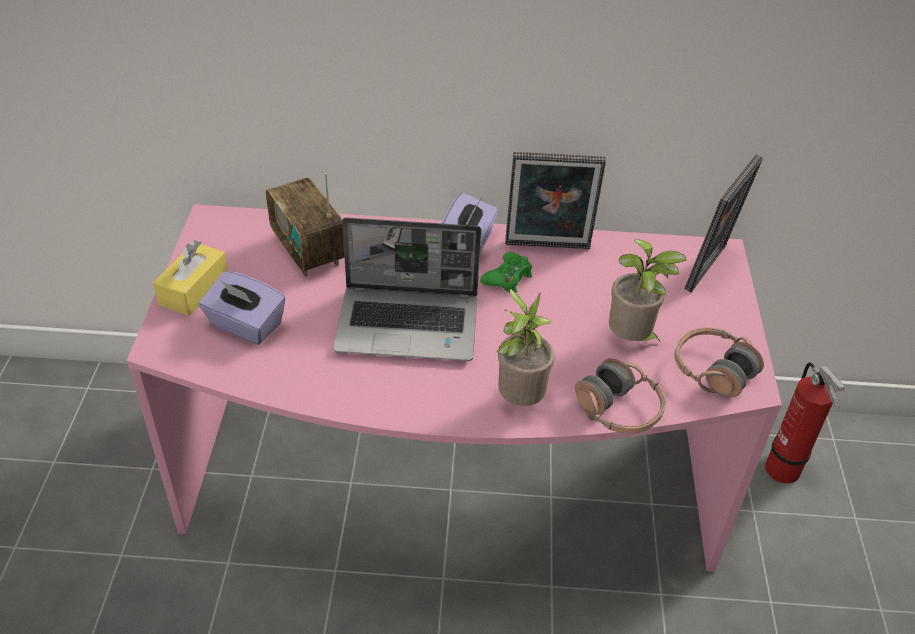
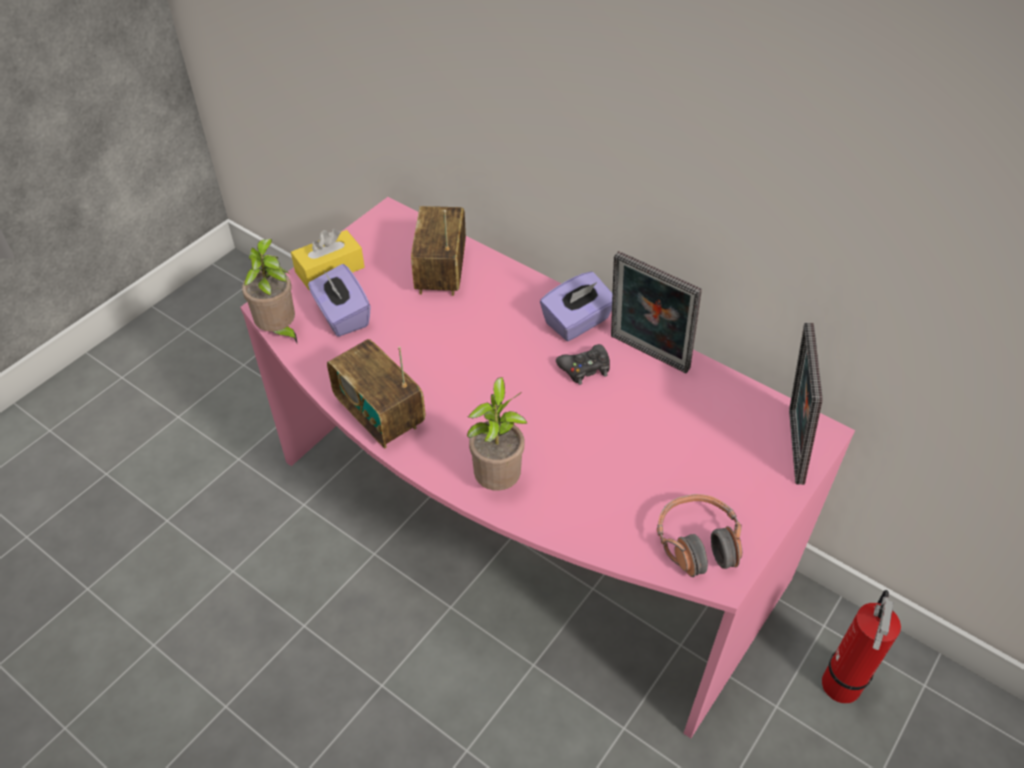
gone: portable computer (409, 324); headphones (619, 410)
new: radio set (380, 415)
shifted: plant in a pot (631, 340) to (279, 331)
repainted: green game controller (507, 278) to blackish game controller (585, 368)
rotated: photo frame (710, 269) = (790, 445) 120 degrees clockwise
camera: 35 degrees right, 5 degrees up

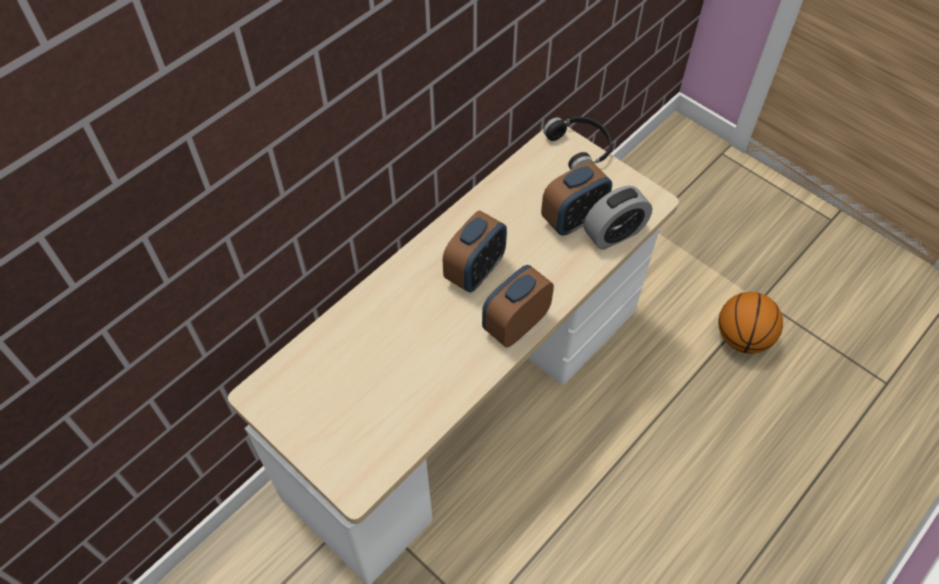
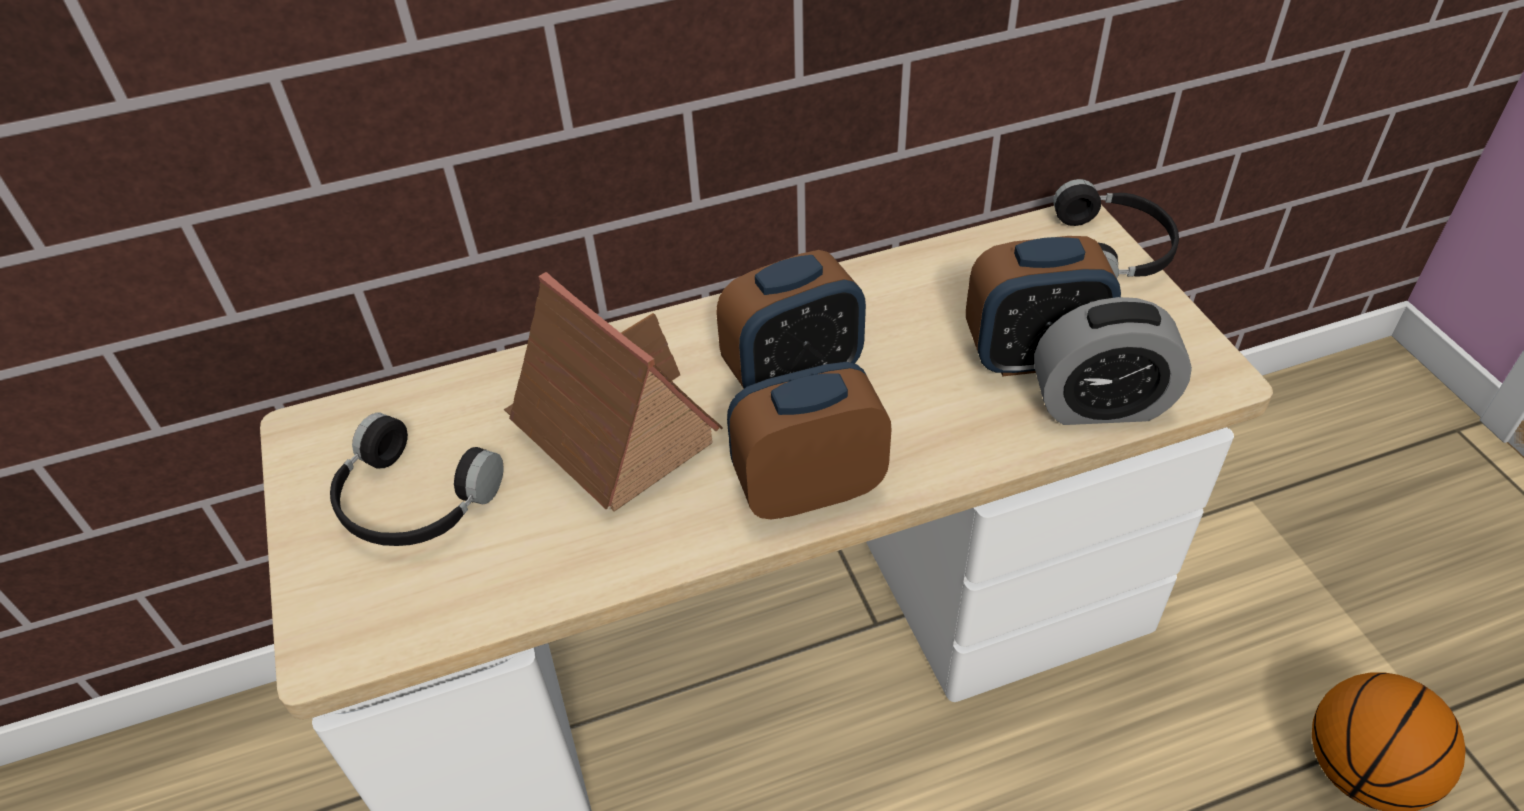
new: blackish headphones (412, 503); toy house (610, 429)
camera: 30 degrees right, 10 degrees down

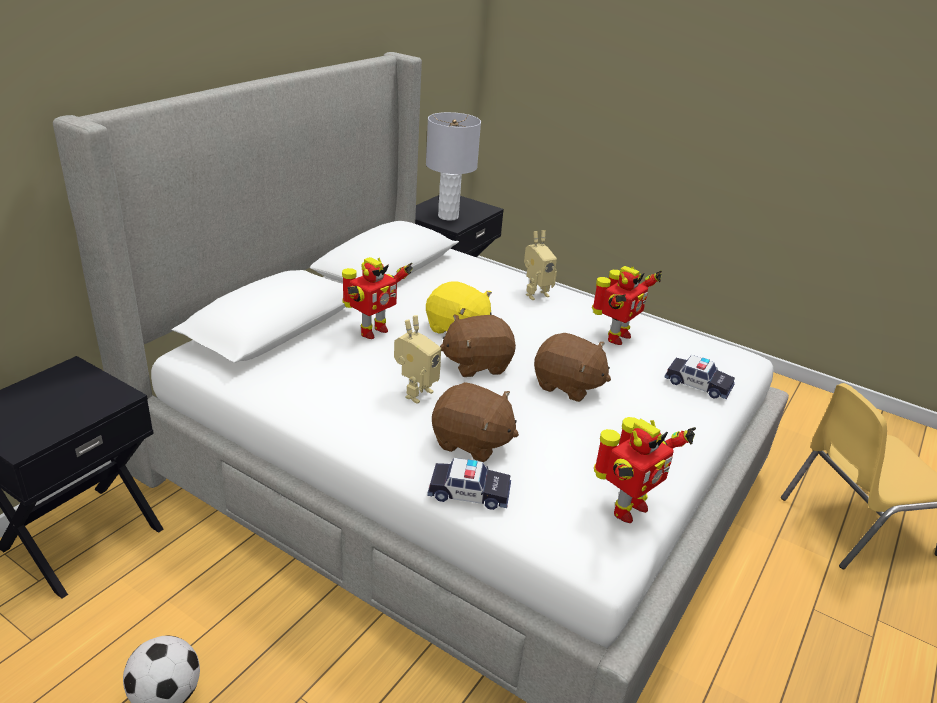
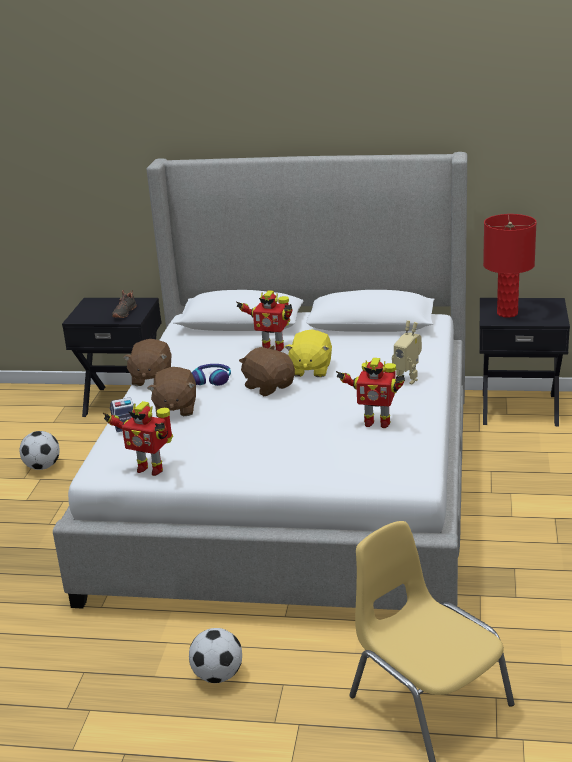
gone: model car (698, 384)
new: blackish item of footwear (123, 313); football ball (218, 675)
shifted: brownish soft toy (567, 386) to (151, 378)
swapped: toy robot (415, 393) to headphones (212, 379)
repainted: greyish table lamp (448, 216) to red-coloured table lamp (507, 313)
camera: 70 degrees right, 5 degrees down

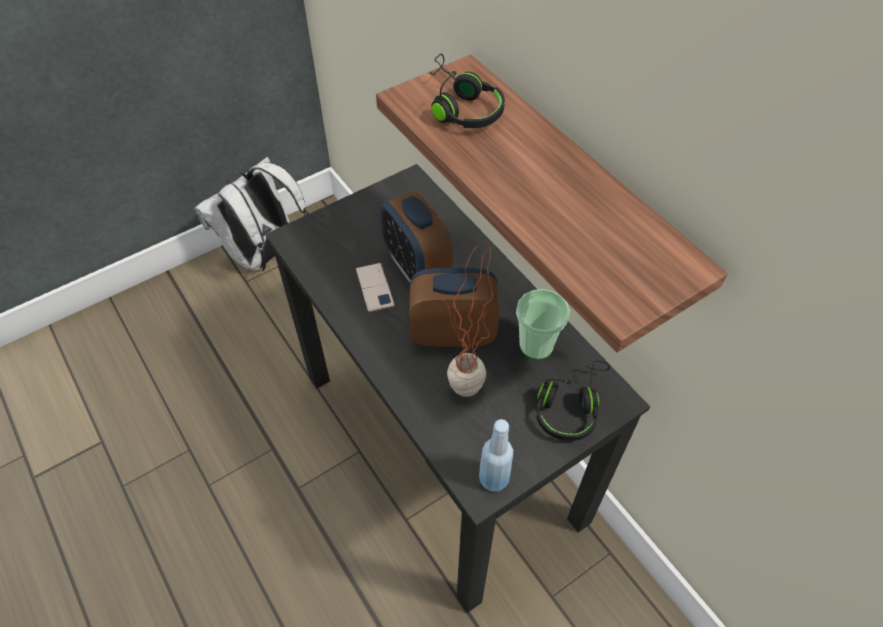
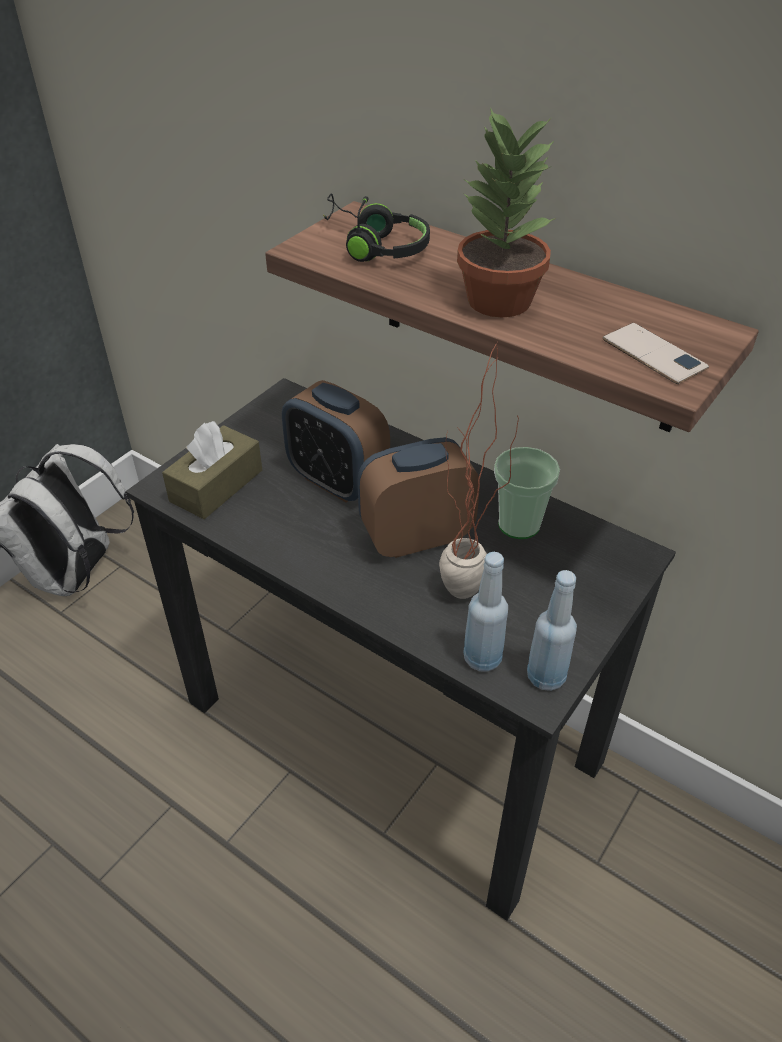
gone: blackish headphones (570, 406)
new: brownish tissue holder (216, 485); plant in a pot (497, 300); blue-coloured bottle (482, 658)
shifted: phone (375, 287) to (654, 354)
camera: 20 degrees left, 10 degrees down

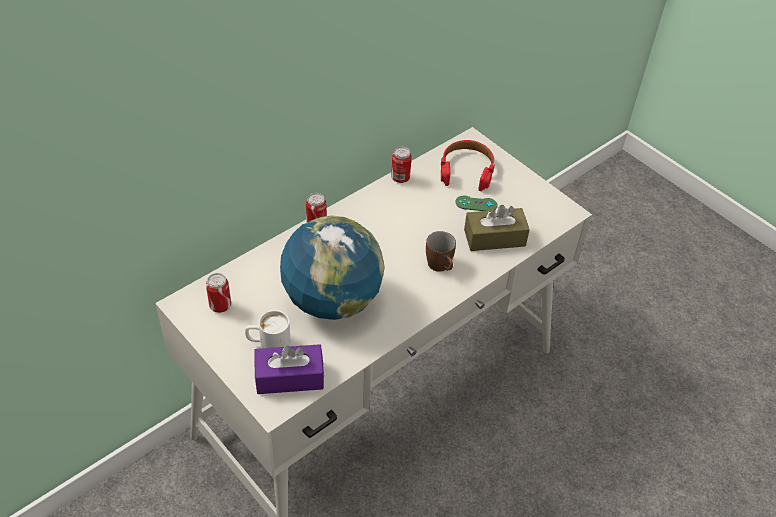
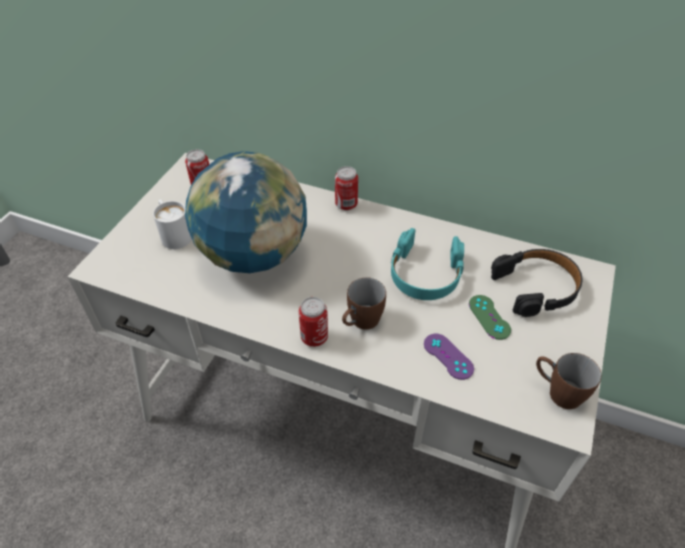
gone: purple-coloured tissue holder (289, 377)
new: turquoise headphones (425, 274); brownish tea mug (557, 392)
shifted: metal can (400, 178) to (314, 337)
swapped: brownish tissue holder (494, 238) to purple-coloured game controller (448, 356)
repainted: red-coloured headphones (466, 170) to blackish headphones (536, 287)
camera: 65 degrees right, 0 degrees up

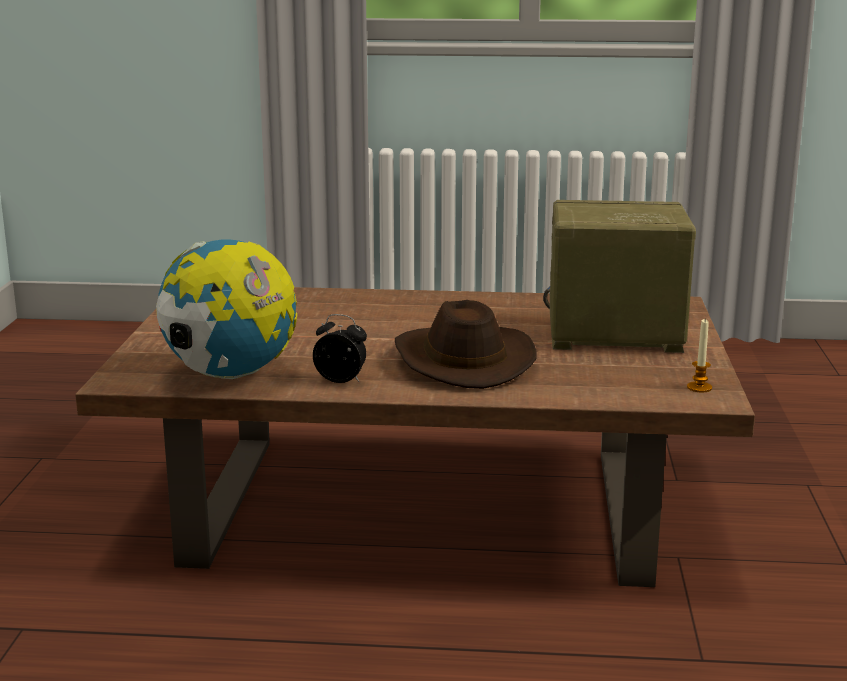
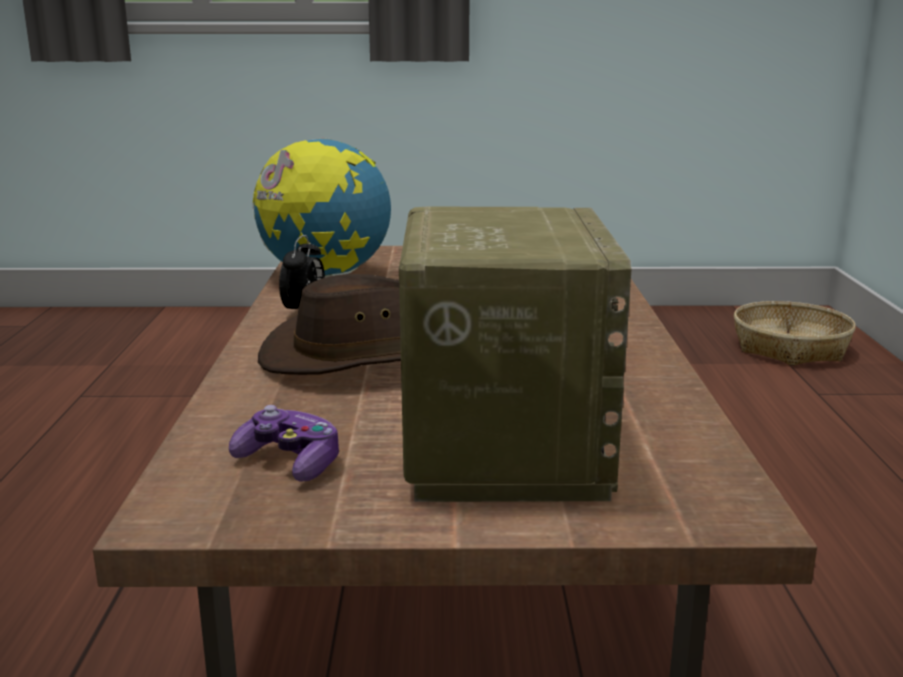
gone: wax light (699, 388)
new: game controller (290, 462); storage basket (790, 348)
camera: 85 degrees right, 0 degrees up

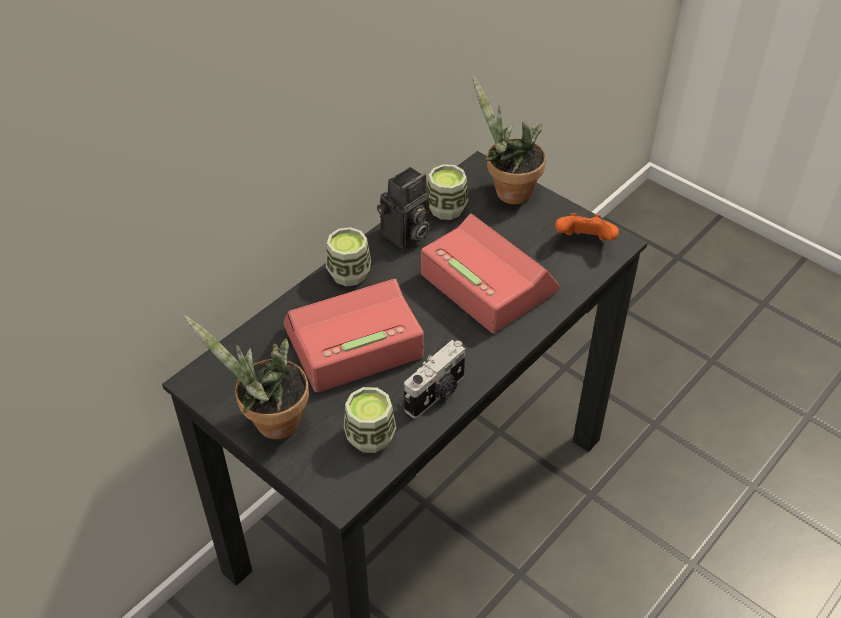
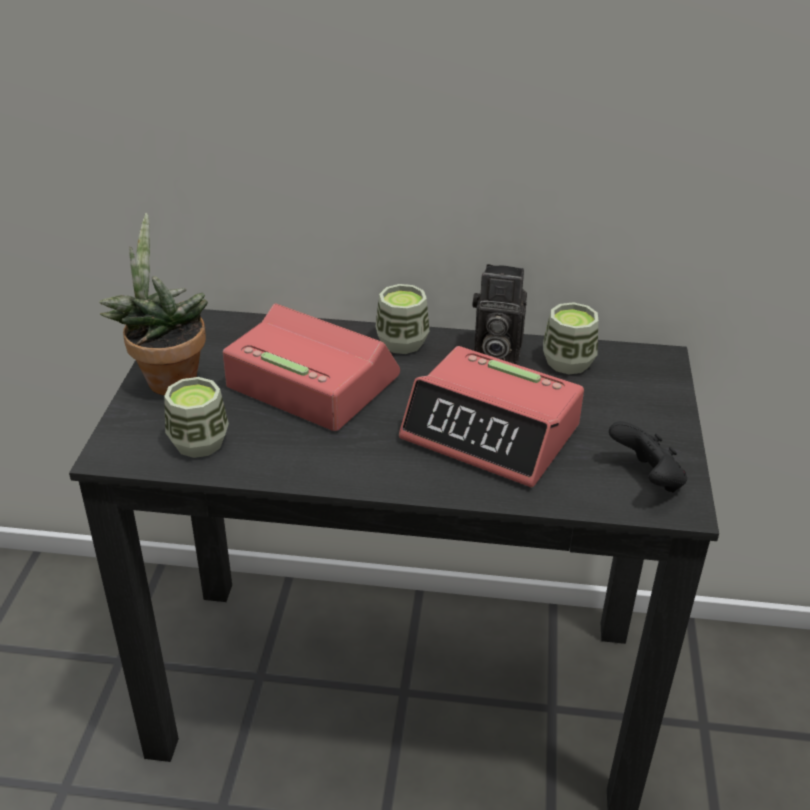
gone: still camera (437, 394); plant in a pot (507, 192)
repainted: orangey game controller (584, 242) to blackish game controller (647, 479)
rotated: bedside clock (487, 283) = (492, 433) 105 degrees clockwise
camera: 55 degrees right, 10 degrees down

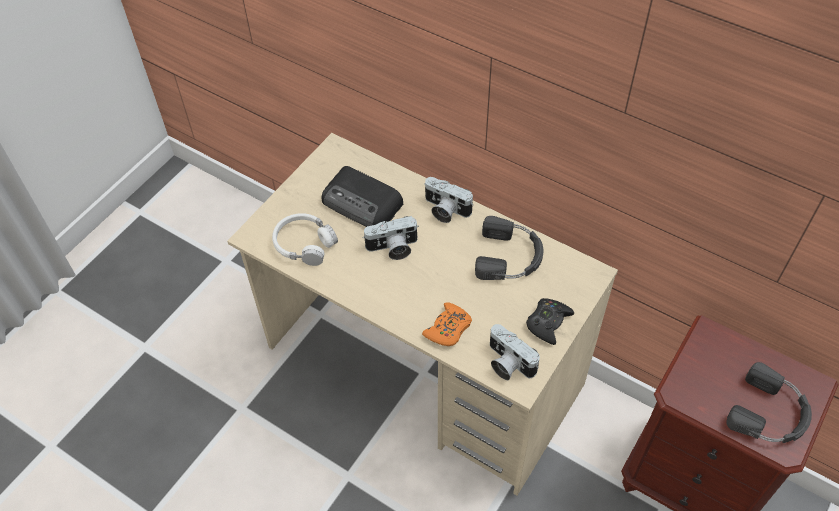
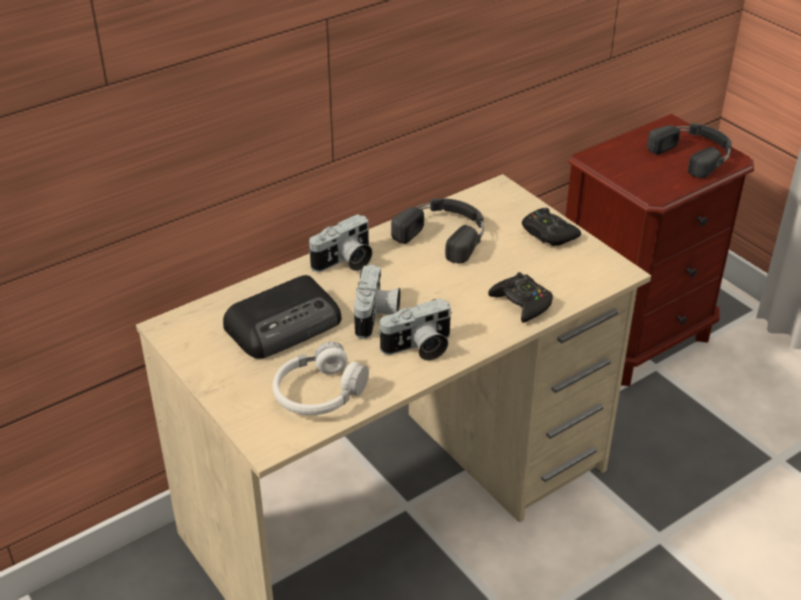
shifted: still camera (507, 363) to (419, 348)
repainted: orangey game controller (448, 329) to blackish game controller (521, 303)
camera: 70 degrees left, 15 degrees down

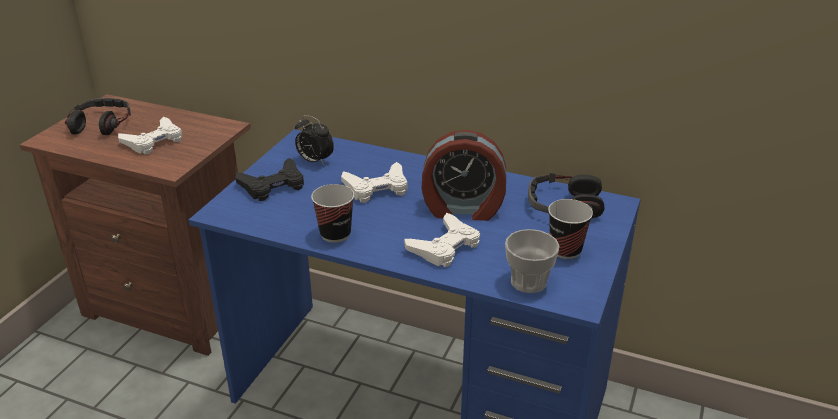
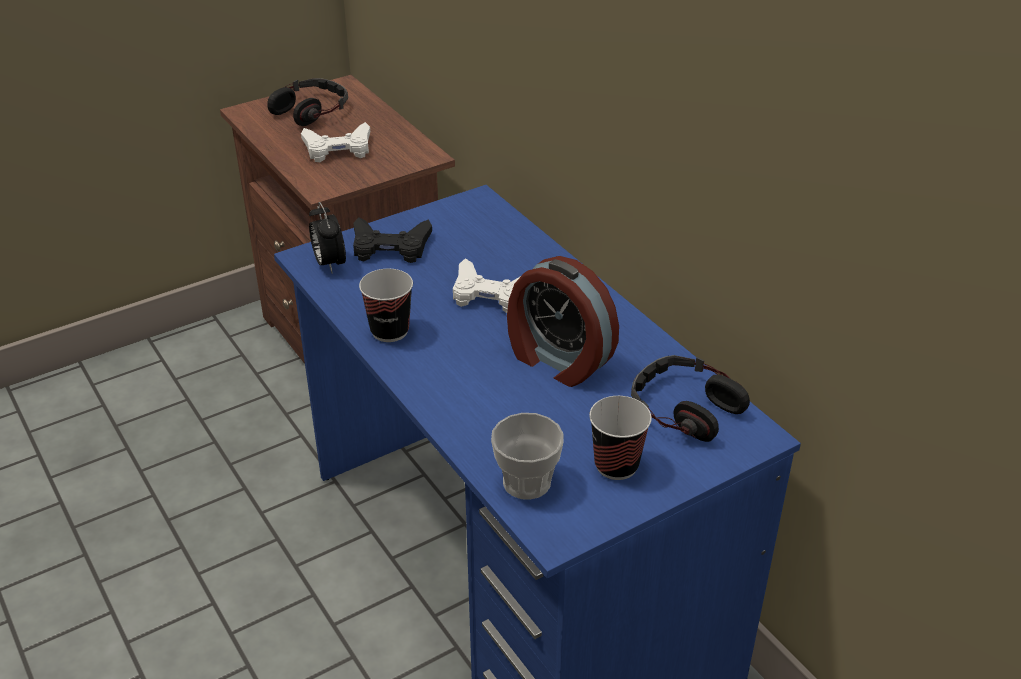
gone: whitish game controller (445, 247)
shifted: bedside clock (314, 161) to (329, 263)
camera: 35 degrees right, 5 degrees up

